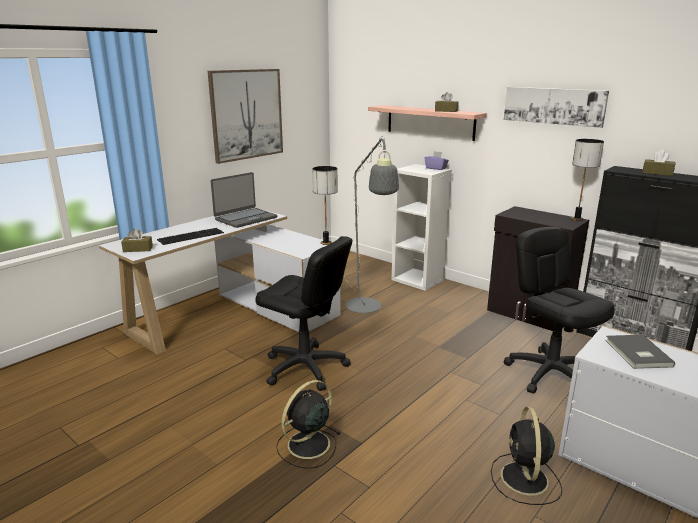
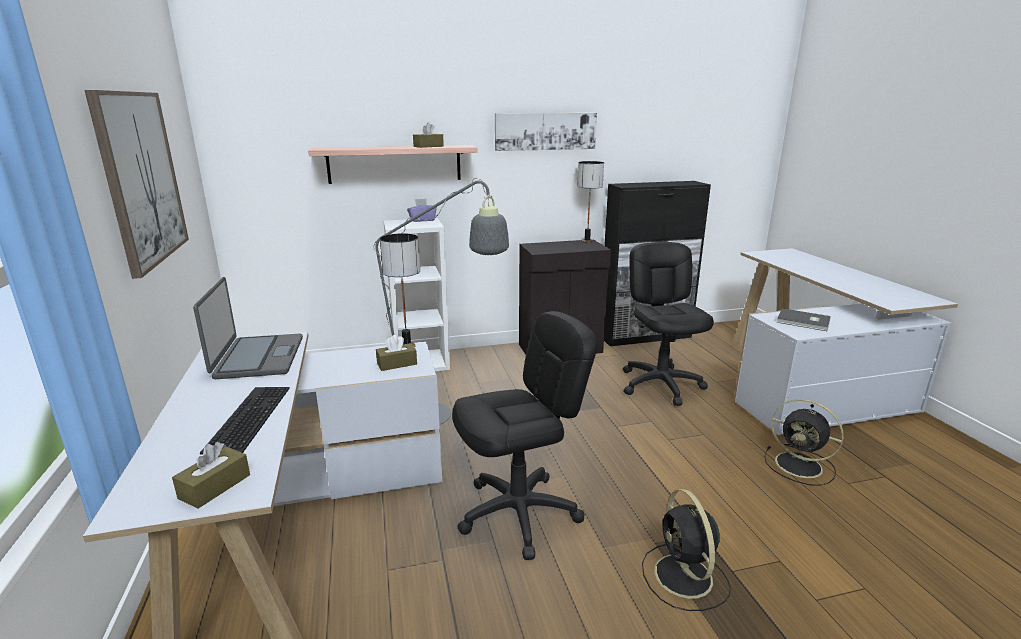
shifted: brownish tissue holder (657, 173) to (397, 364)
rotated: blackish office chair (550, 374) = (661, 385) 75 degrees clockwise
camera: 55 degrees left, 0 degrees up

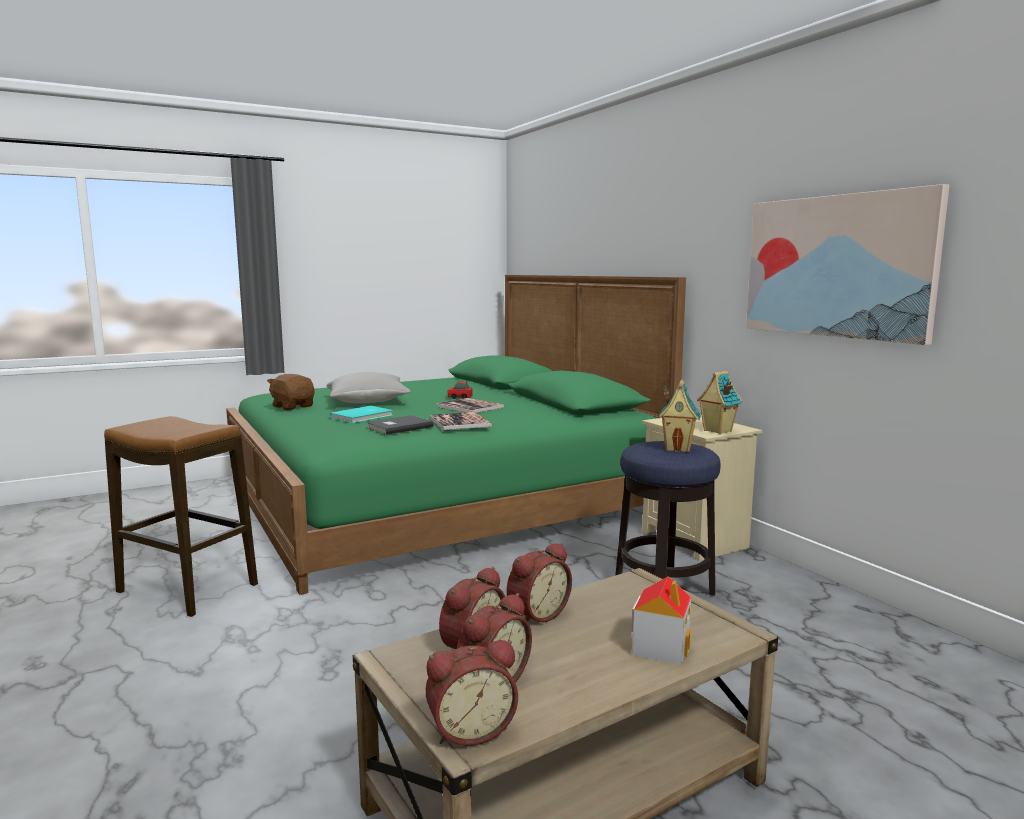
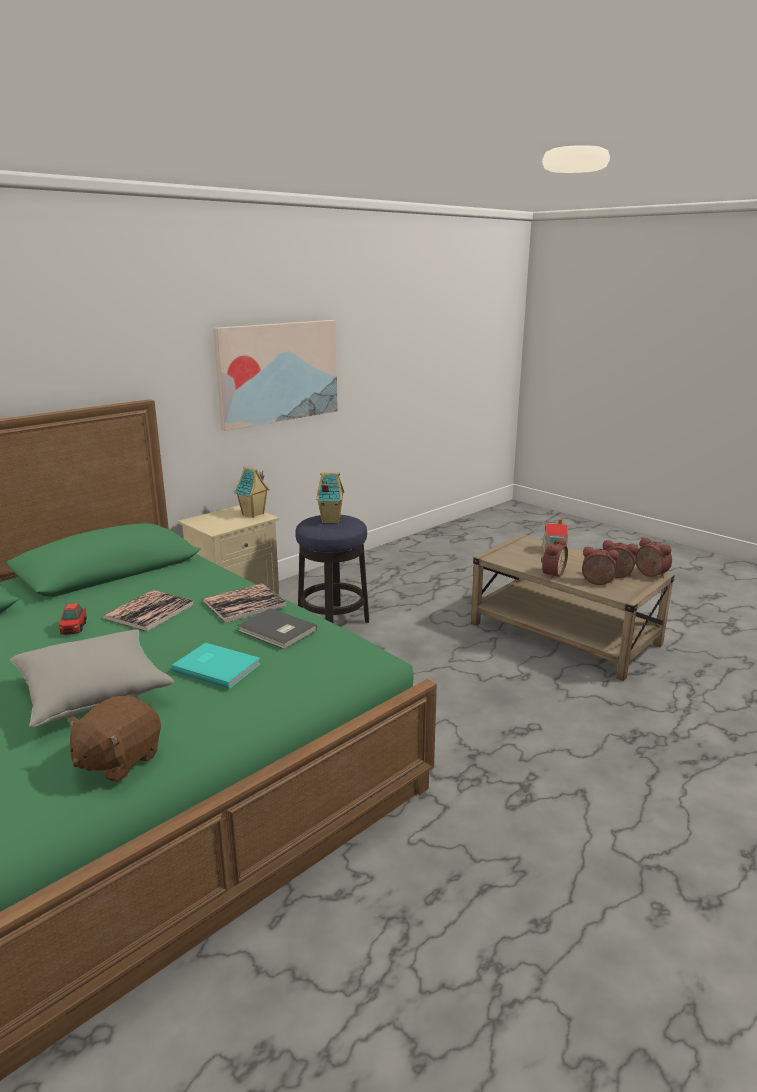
gone: sitting stool (188, 589)
rotated: bedside clock (536, 614) = (551, 573) 90 degrees clockwise
camera: 105 degrees left, 10 degrees up

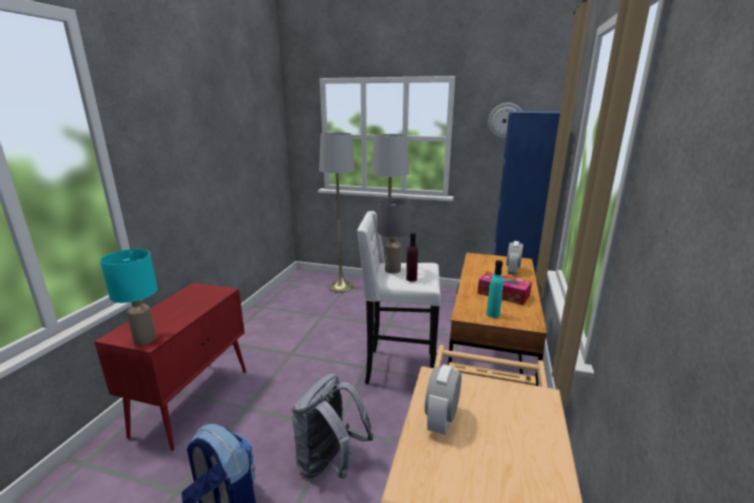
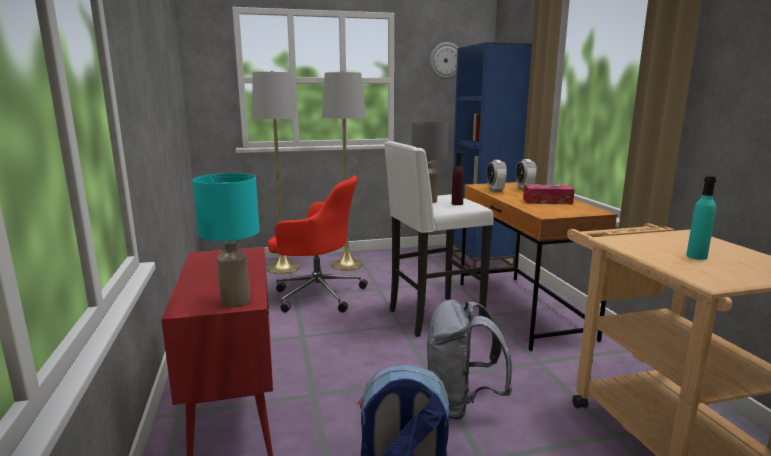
new: red-coloured office chair (317, 294)
shifted: bedside clock (441, 420) to (495, 190); turquoise bottle (493, 314) to (696, 256)
camera: 30 degrees left, 5 degrees down

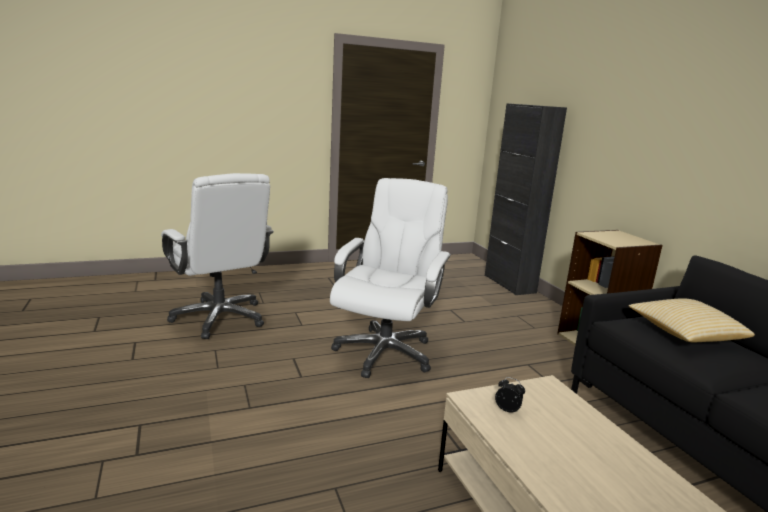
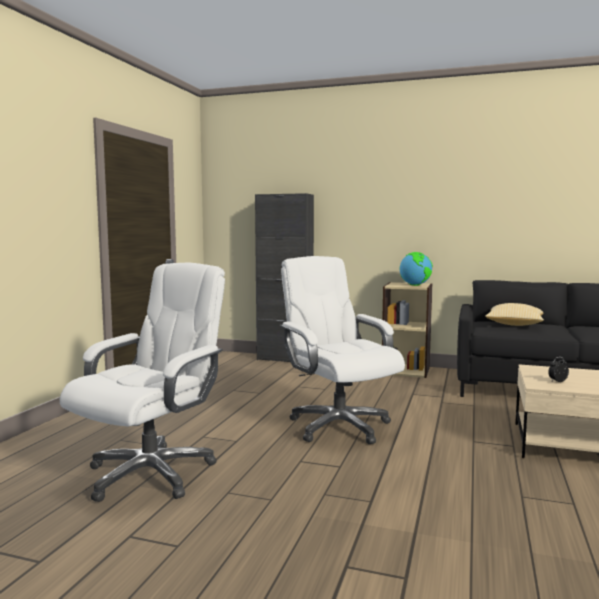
new: world globe (415, 285)
rotated: whitish office chair (220, 318) = (151, 473) 60 degrees counterclockwise
camera: 50 degrees left, 10 degrees down

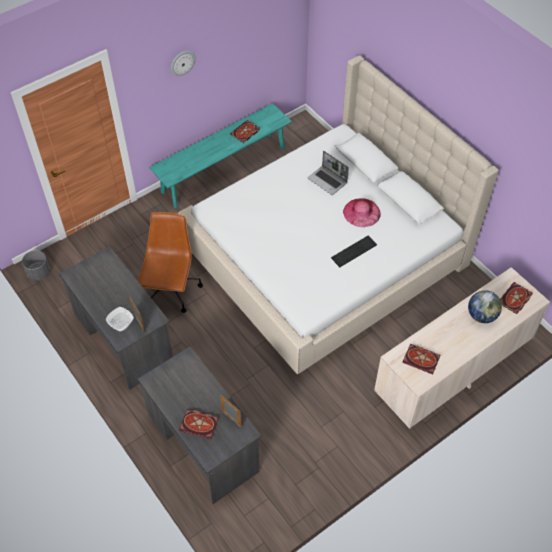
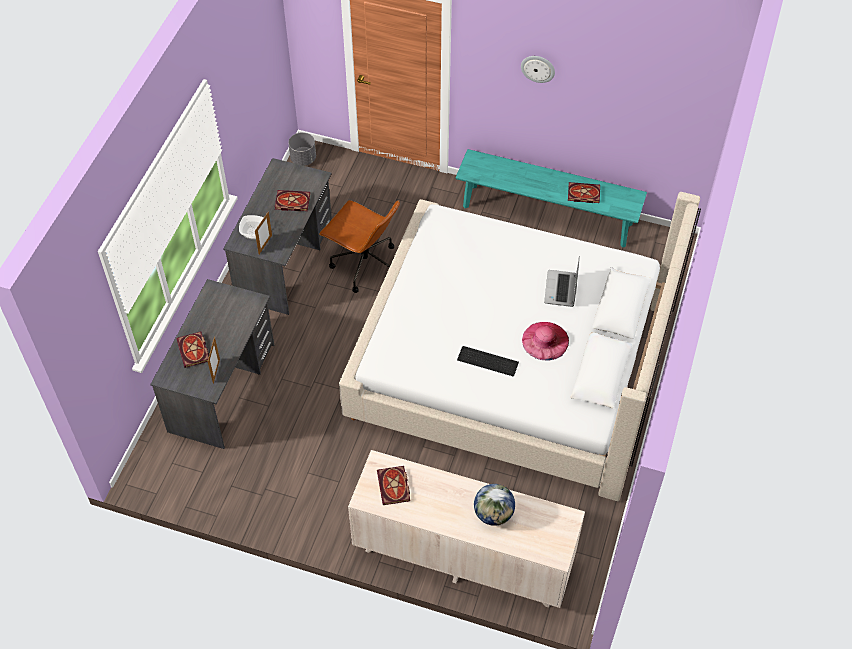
shifted: bound book (515, 299) to (291, 202)
rotated: brownish office chair (171, 291) = (364, 265) 60 degrees clockwise
camera: 55 degrees right, 0 degrees up

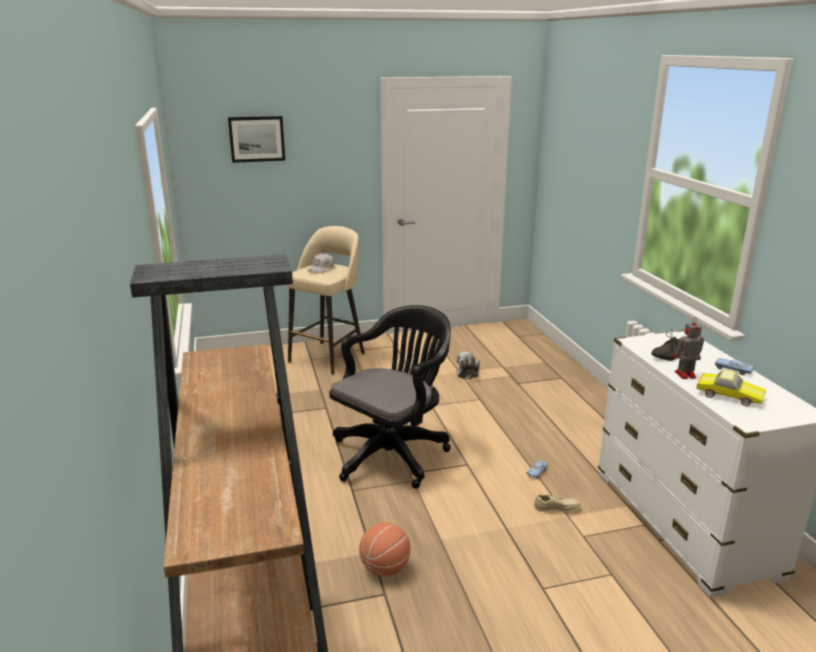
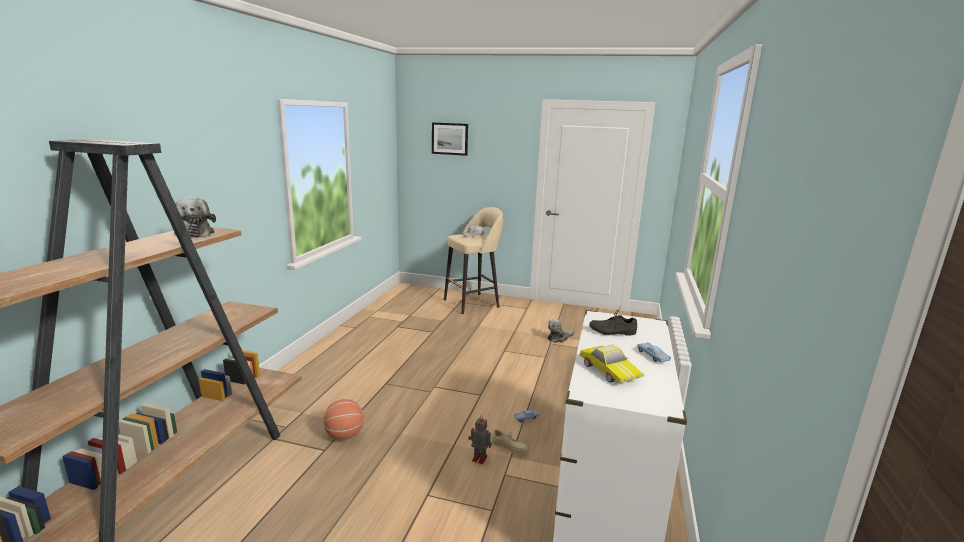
gone: blackish office chair (393, 453)
new: soft toy (195, 233)
shifted: toy robot (684, 375) to (479, 458)
camera: 30 degrees right, 5 degrees down

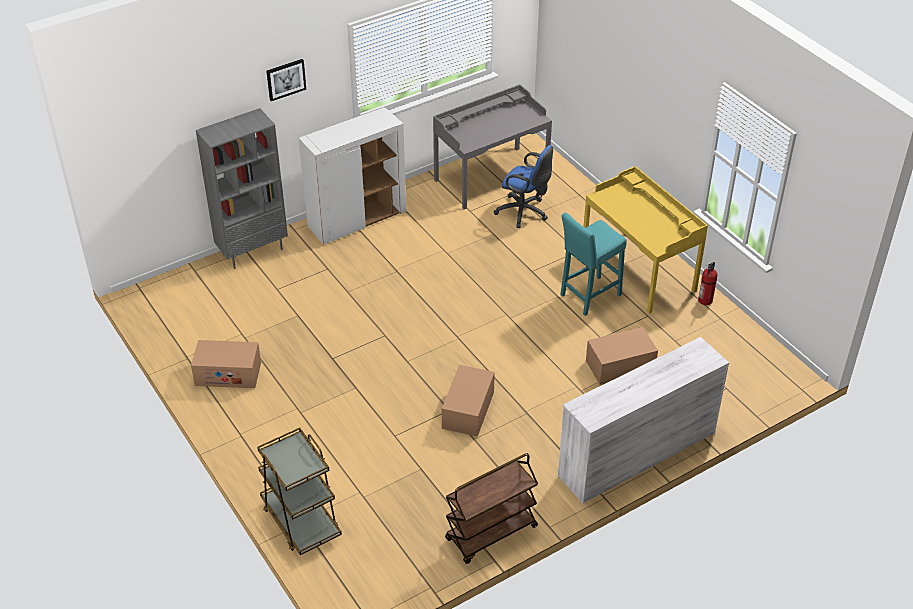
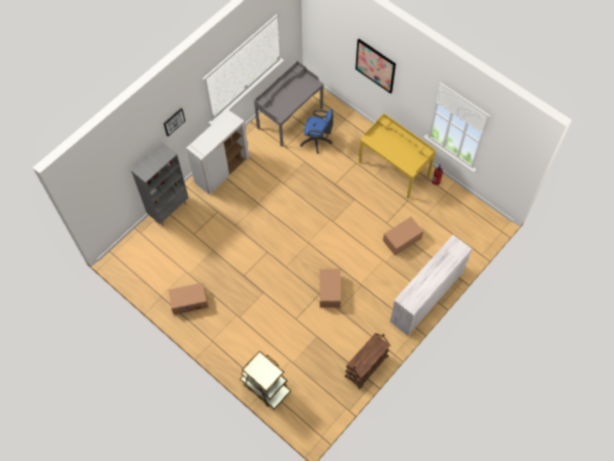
gone: turquoise sitting stool (588, 297)
new: picture (375, 65)
camera: 15 degrees left, 20 degrees up

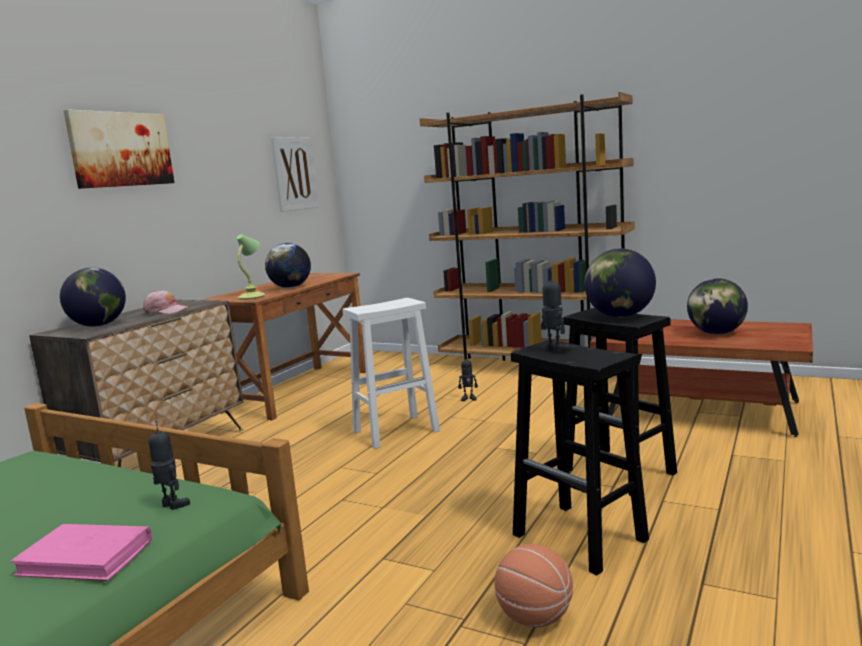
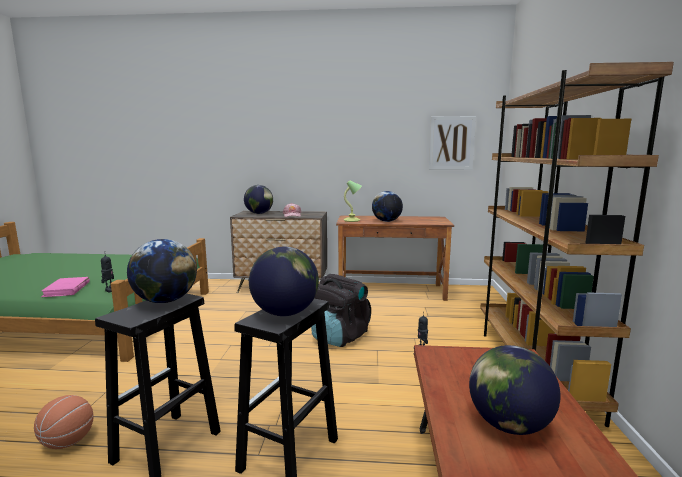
gone: picture (121, 149)
swapped: whitish sitting stool (397, 431) to blackish rucksack (339, 337); toy robot (555, 349) to world globe (165, 301)
camera: 65 degrees right, 0 degrees up

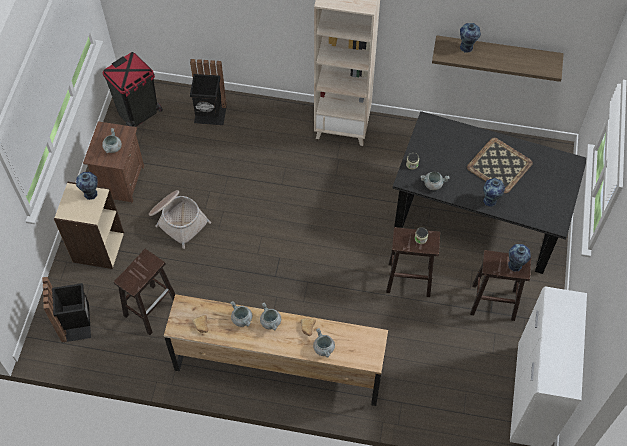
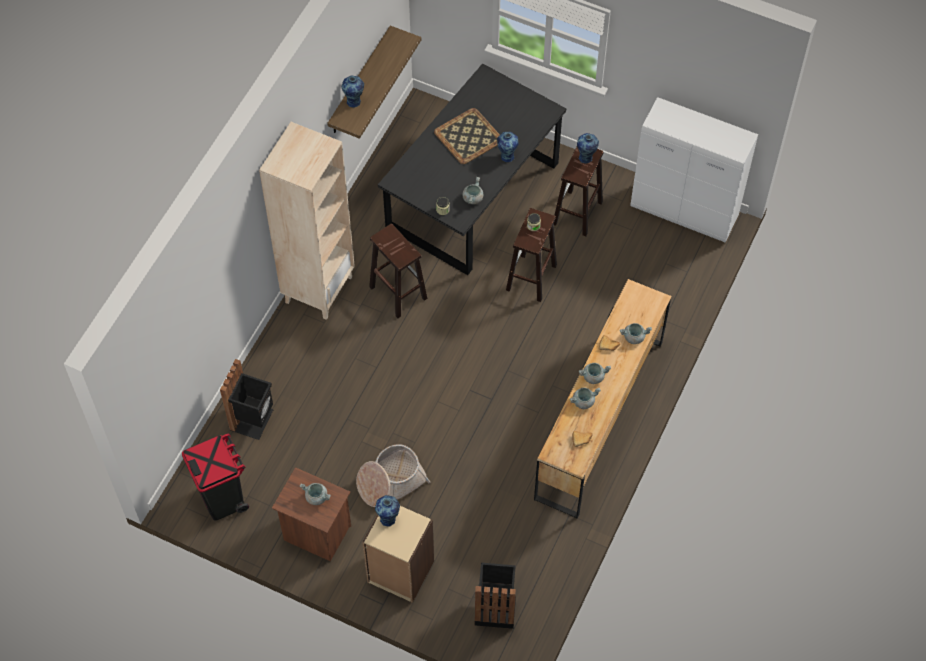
shifted: brownish sitting stool (151, 308) to (397, 292)
camera: 75 degrees left, 0 degrees up

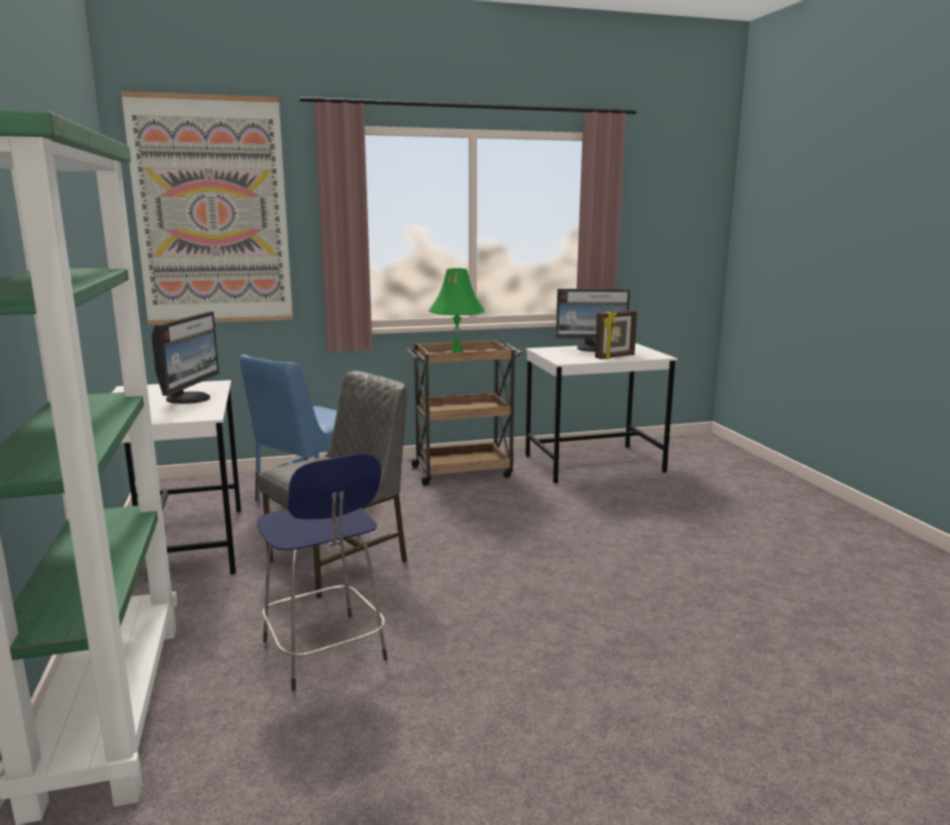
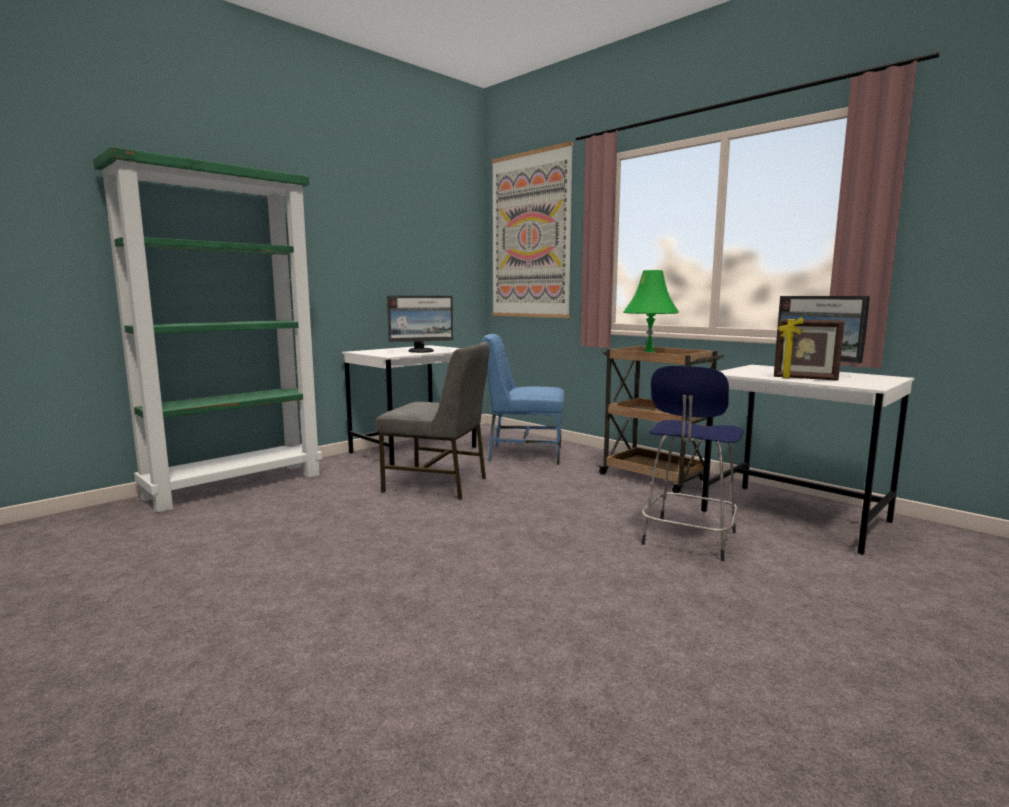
shifted: blue-coloured sitting stool (325, 653) to (688, 539)
camera: 60 degrees right, 5 degrees down

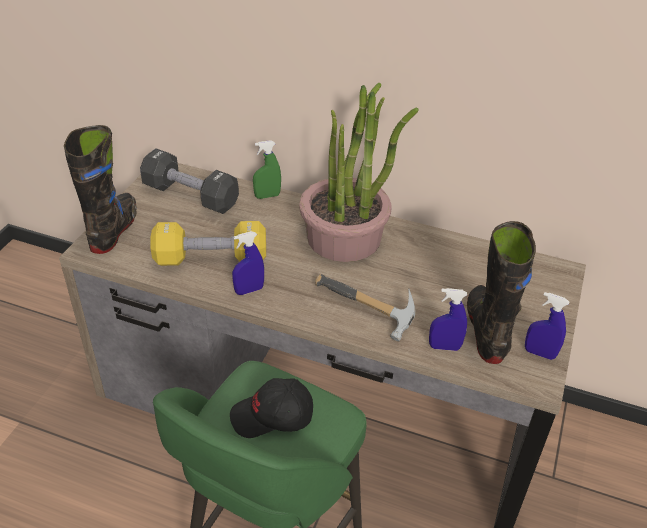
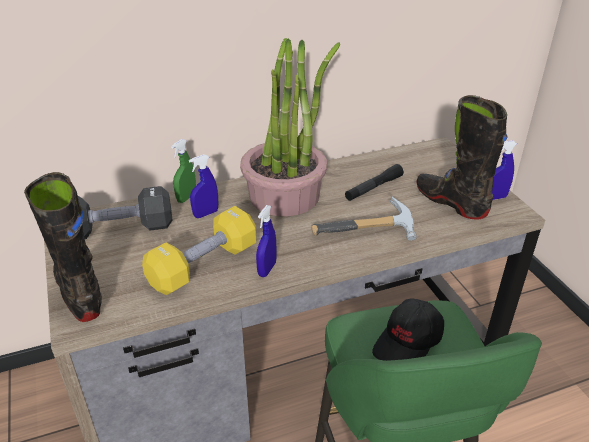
new: blackish flashlight (373, 188)
shifted: blue-coloured hand sprayer (444, 347) to (206, 214)
camera: 40 degrees left, 5 degrees down

